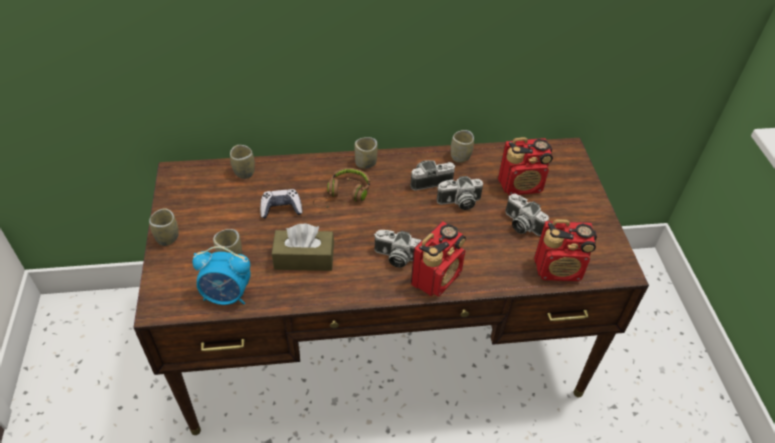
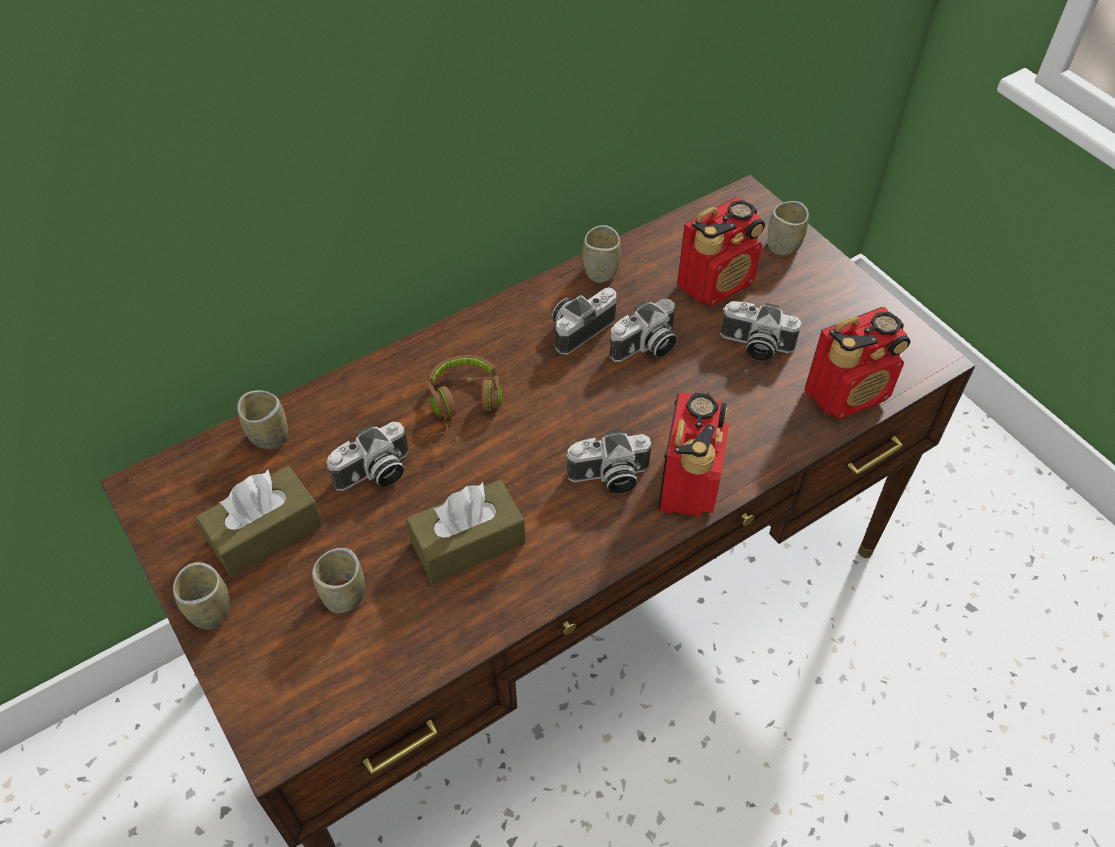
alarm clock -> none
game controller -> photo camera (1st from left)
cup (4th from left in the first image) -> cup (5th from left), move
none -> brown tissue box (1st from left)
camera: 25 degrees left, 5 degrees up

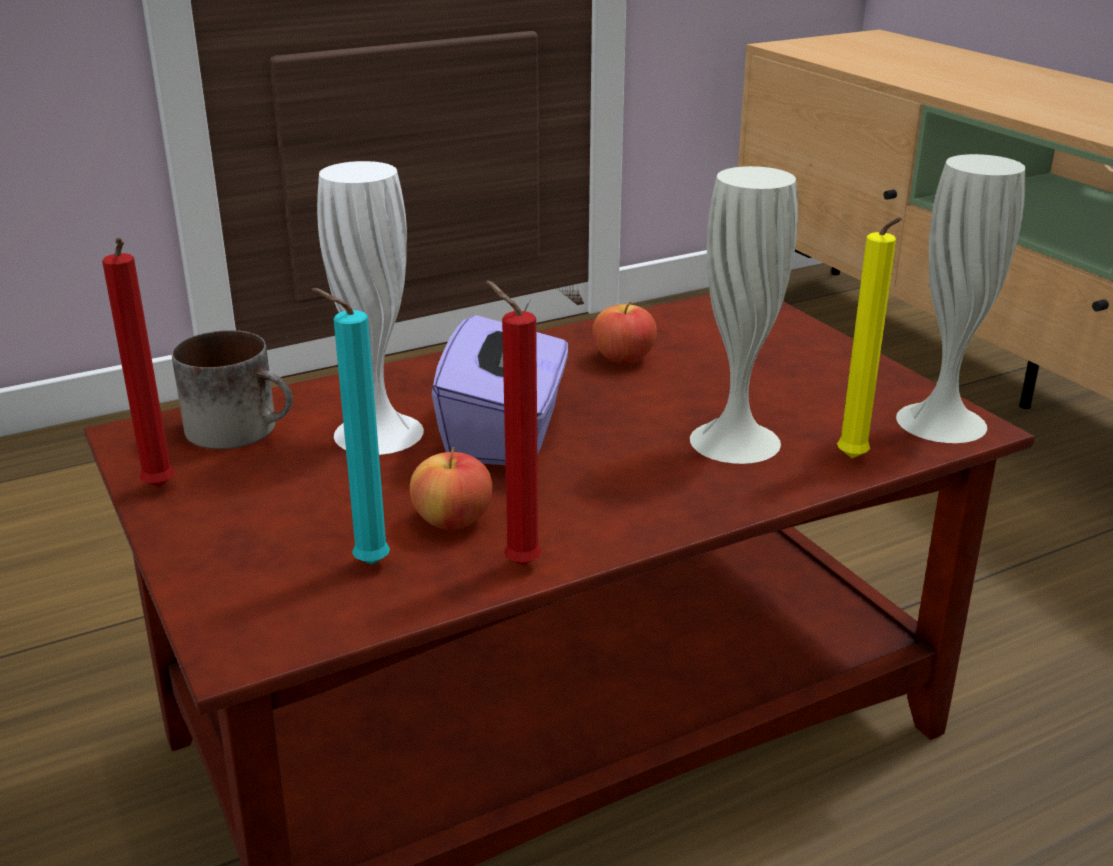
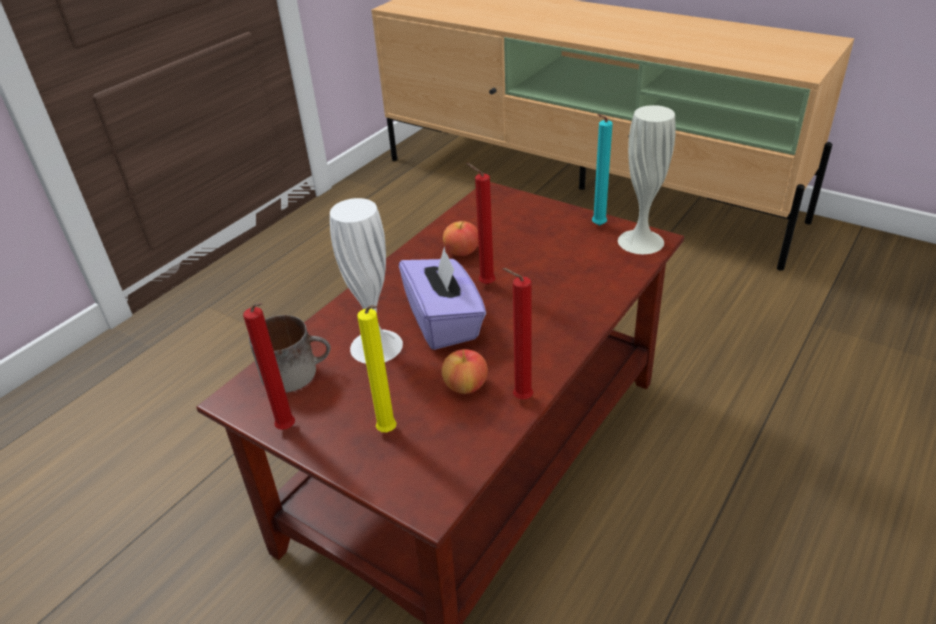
turquoise candle, move
white vase (2nd from left) -> none
yellow candle, move
none -> red candle (2nd from left)
camera: 25 degrees left, 10 degrees up

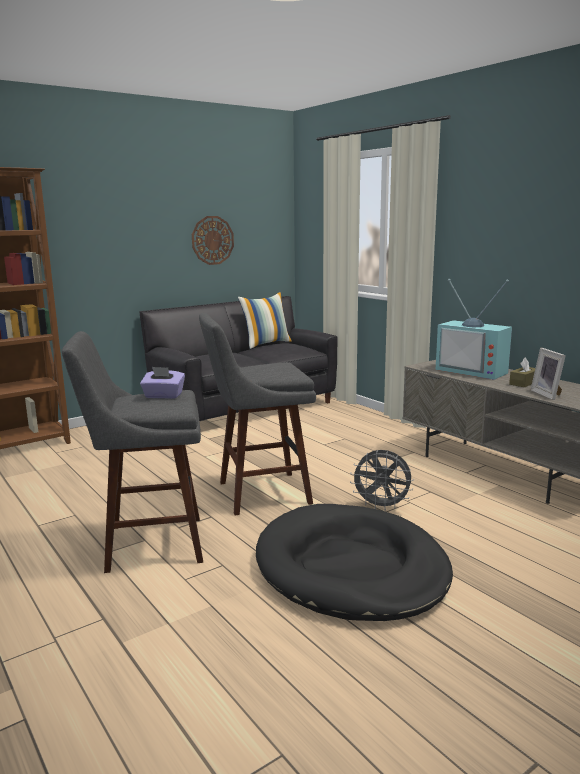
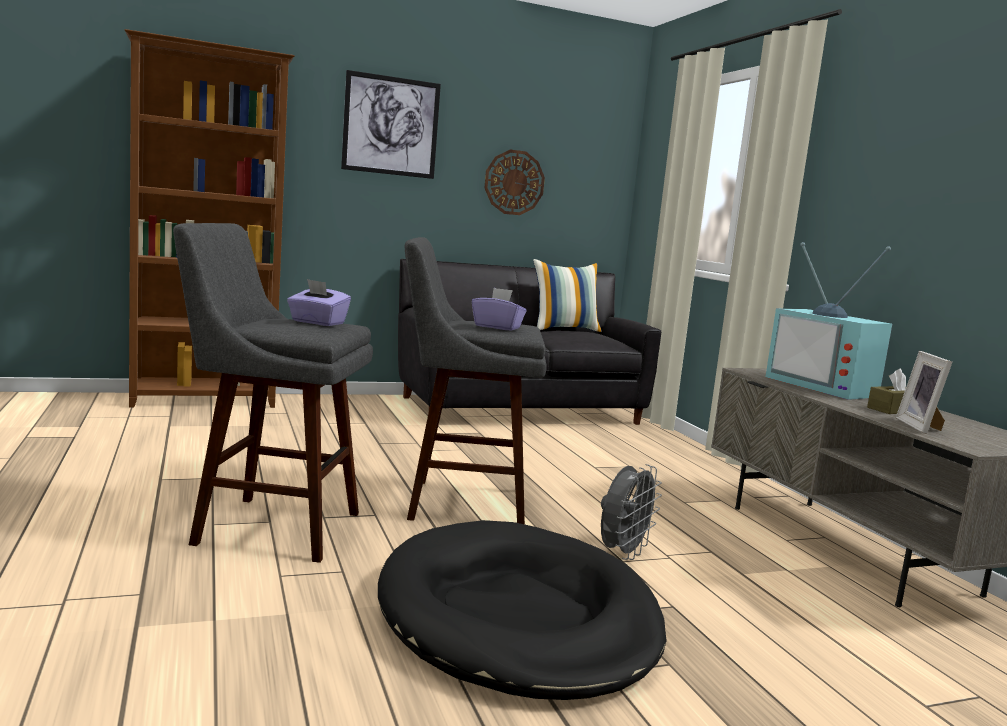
grey fan, 90 degrees counterclockwise
none -> picture
none -> purple tissue box (2nd from left)
camera: 15 degrees right, 5 degrees down

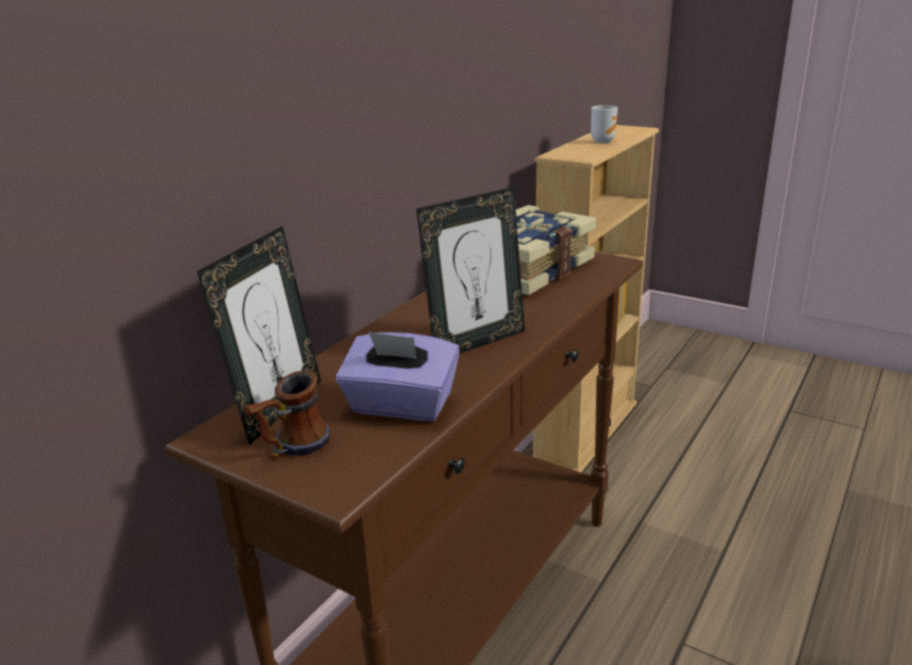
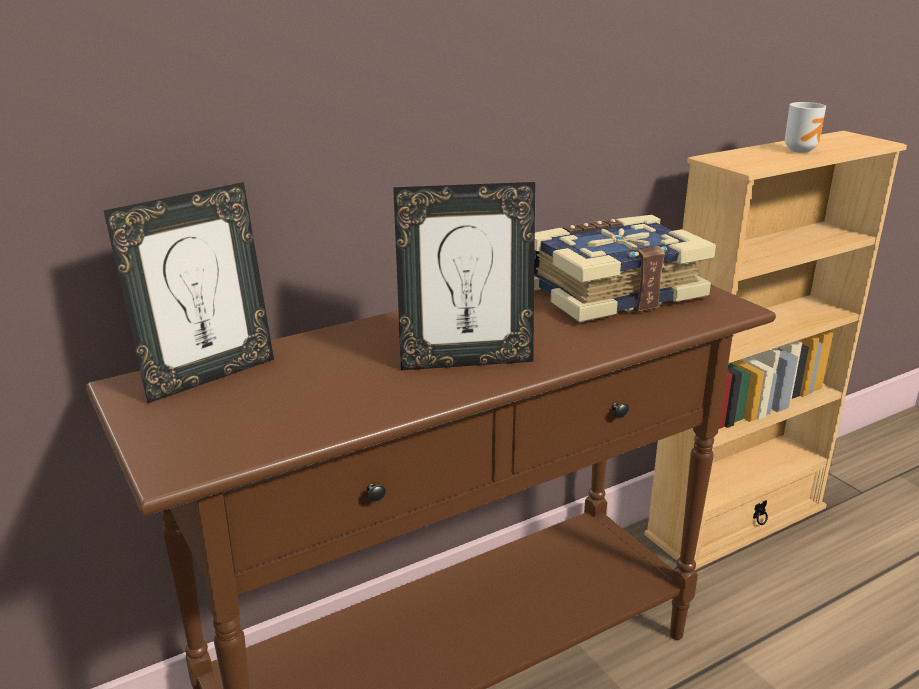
mug (1st from left) -> none
purple tissue box -> none
camera: 25 degrees right, 0 degrees up

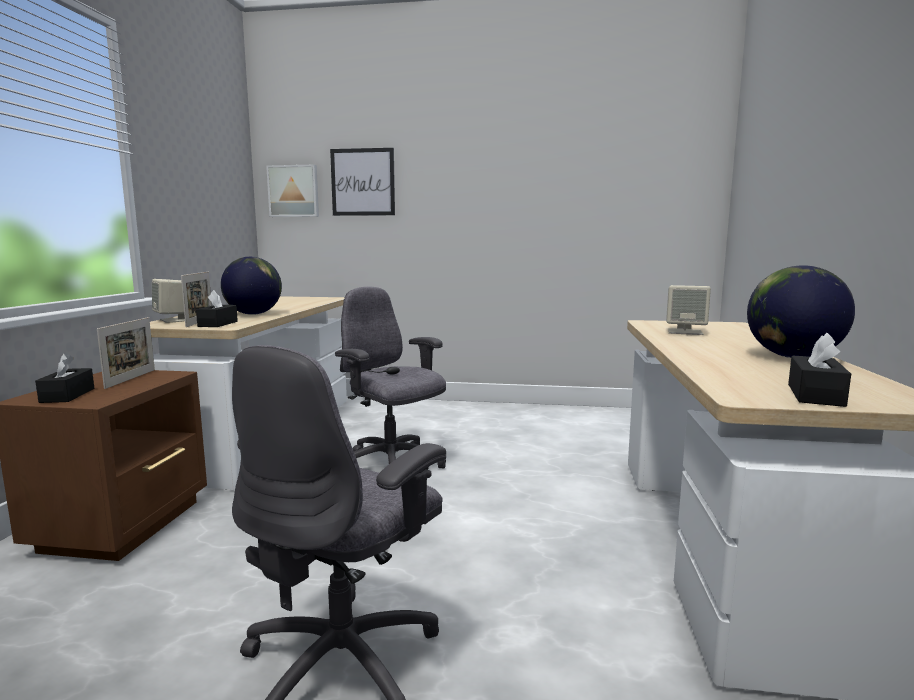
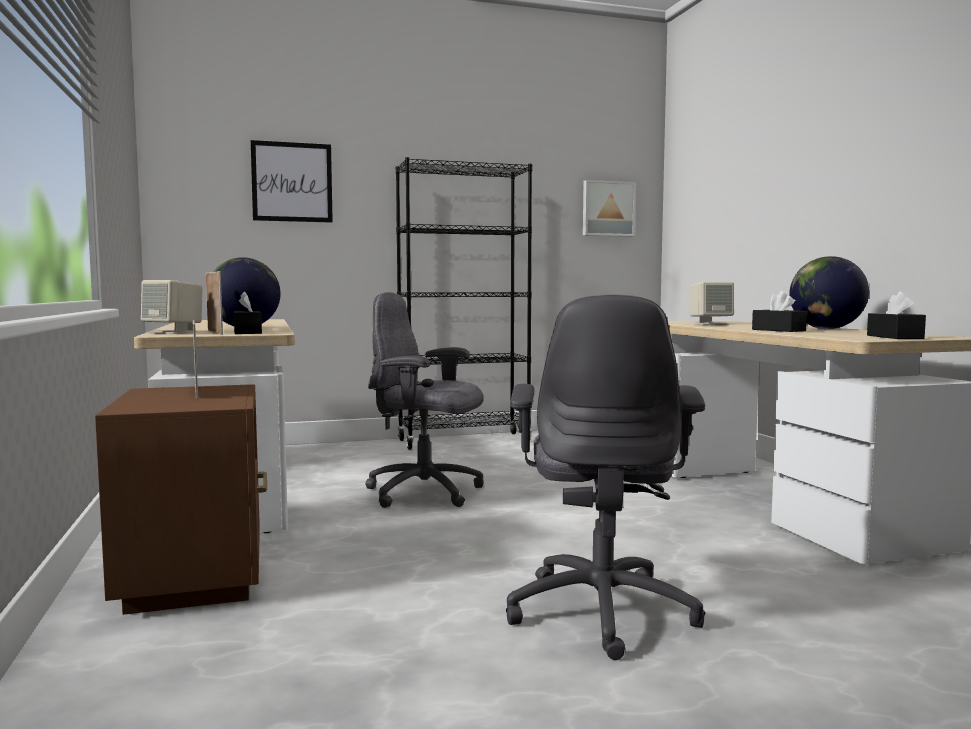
black tissue box (1st from left in the first image) -> black tissue box (2nd from left), move
picture (1st from left in the first image) -> picture (2nd from left), move
none -> black bookcase
camera: 25 degrees left, 5 degrees down

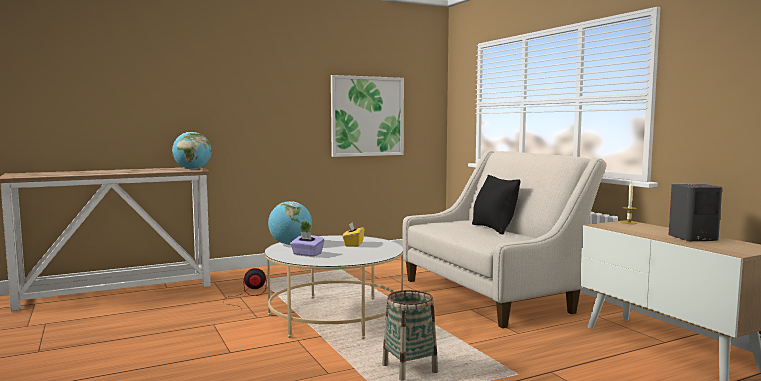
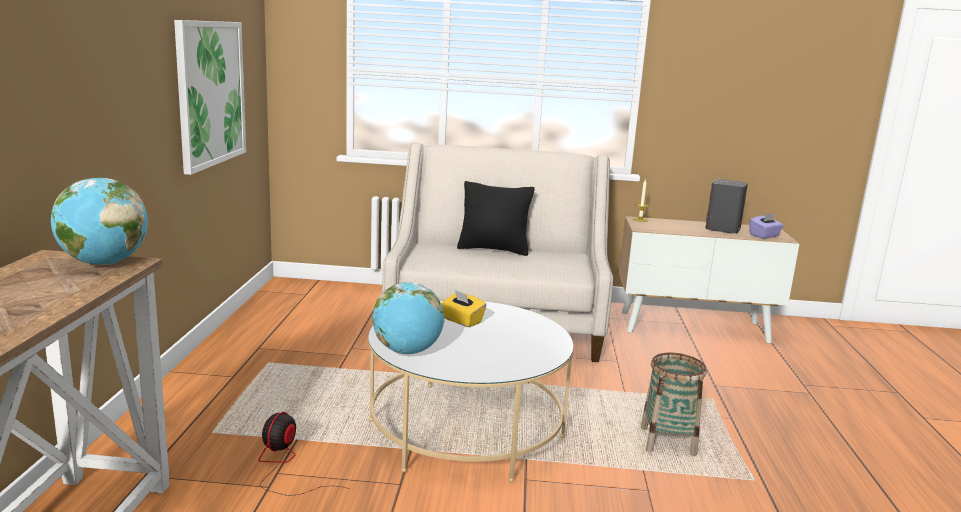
purple tissue box, move
camera: 60 degrees left, 10 degrees up

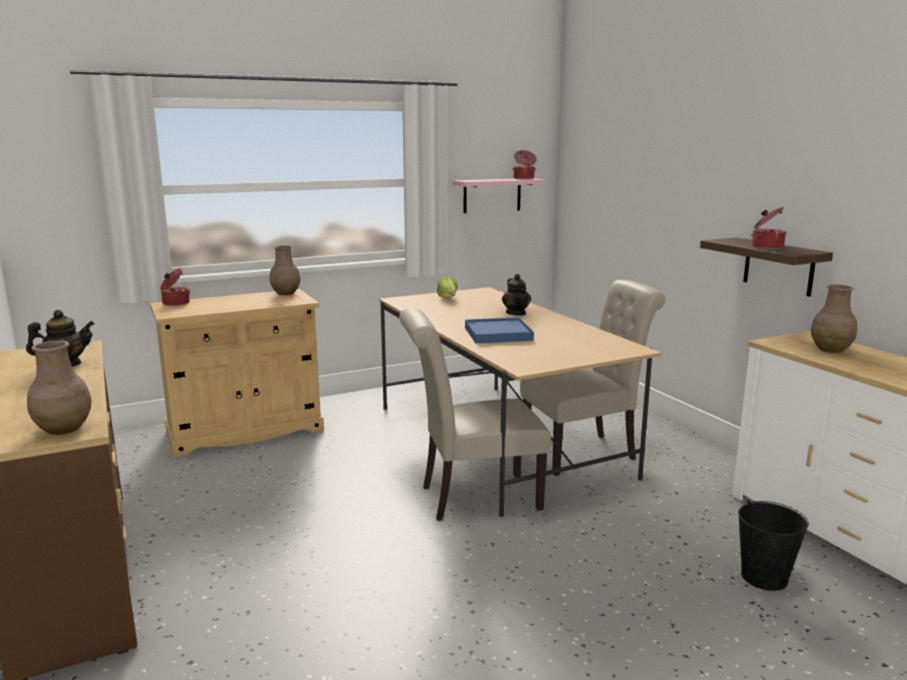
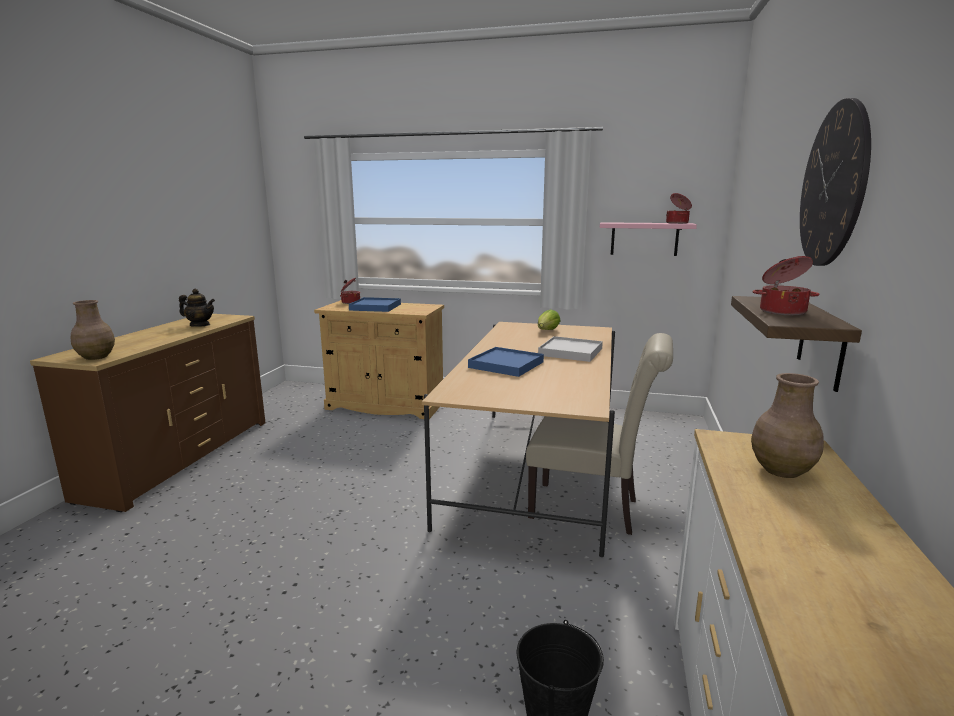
brown vase (2nd from left) -> none
beige chair (1st from left) -> none
teapot (2nd from left) -> white tray
none -> blue tray (1st from left)
none -> wall clock
camera: 40 degrees right, 0 degrees up

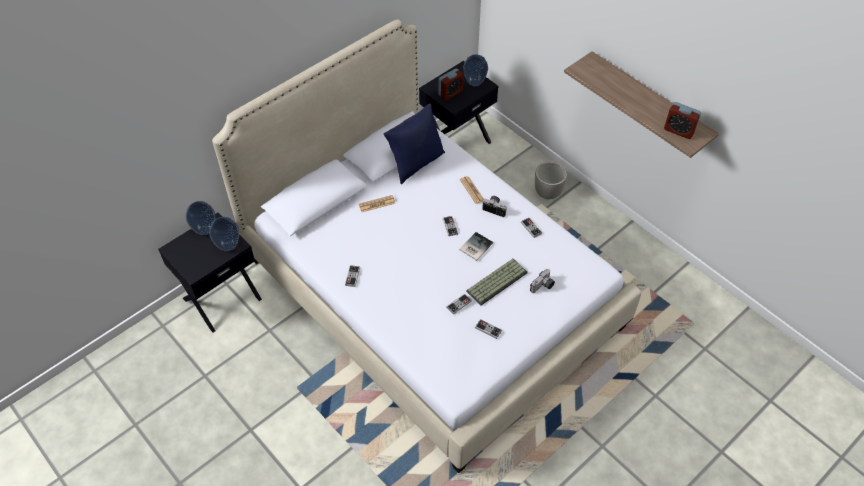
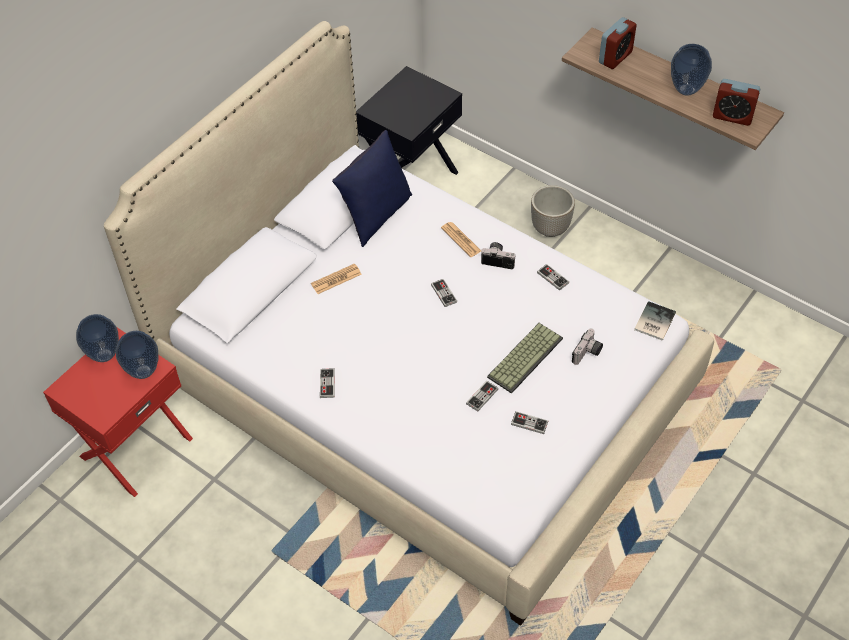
black nightstand (1st from left) -> red nightstand
alarm clock (1st from left), move
book, move
vase (3rd from left), move
camera: 10 degrees left, 0 degrees up

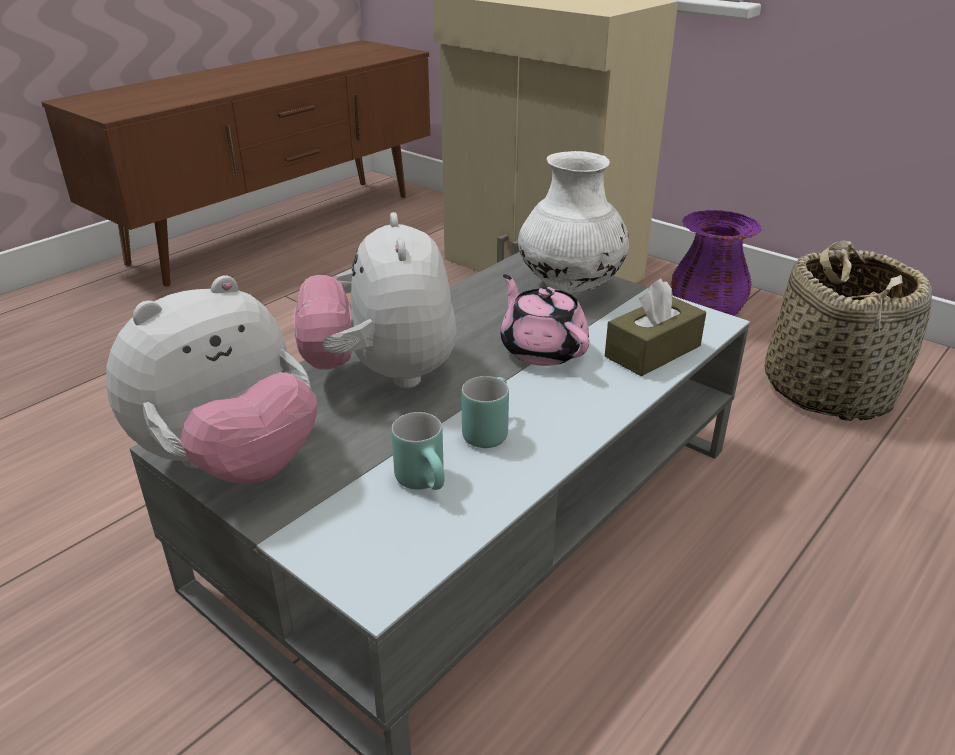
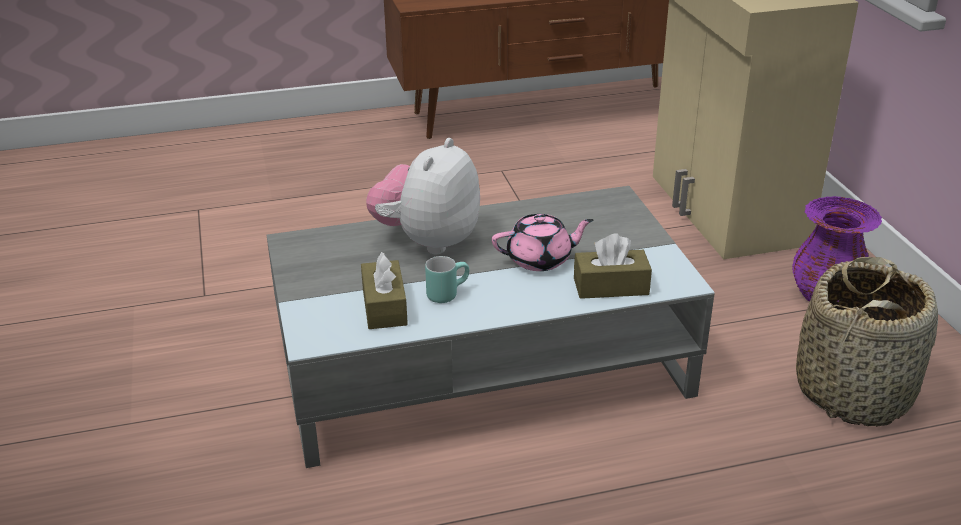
plush toy (1st from left) -> none
turquoise mug (1st from left) -> brown tissue box (1st from left)
pink teapot, 75 degrees clockwise
white vase -> none
camera: 35 degrees right, 0 degrees up

